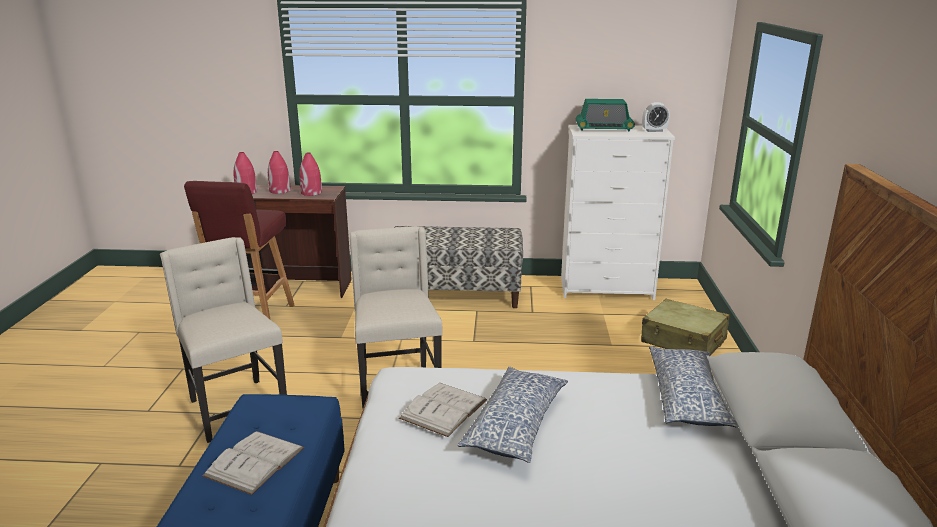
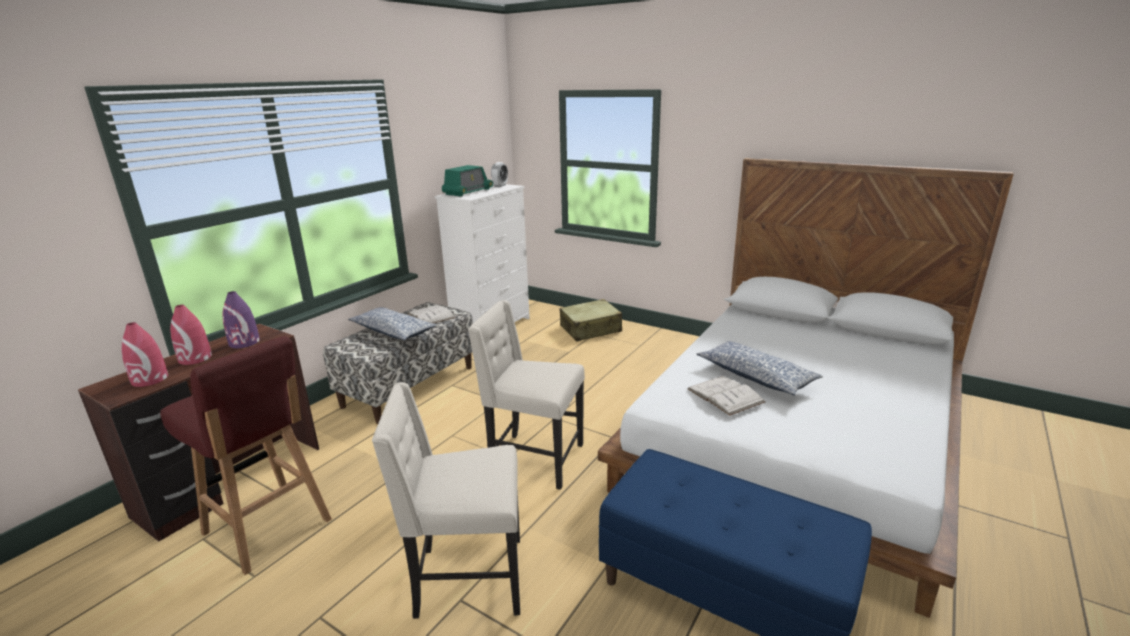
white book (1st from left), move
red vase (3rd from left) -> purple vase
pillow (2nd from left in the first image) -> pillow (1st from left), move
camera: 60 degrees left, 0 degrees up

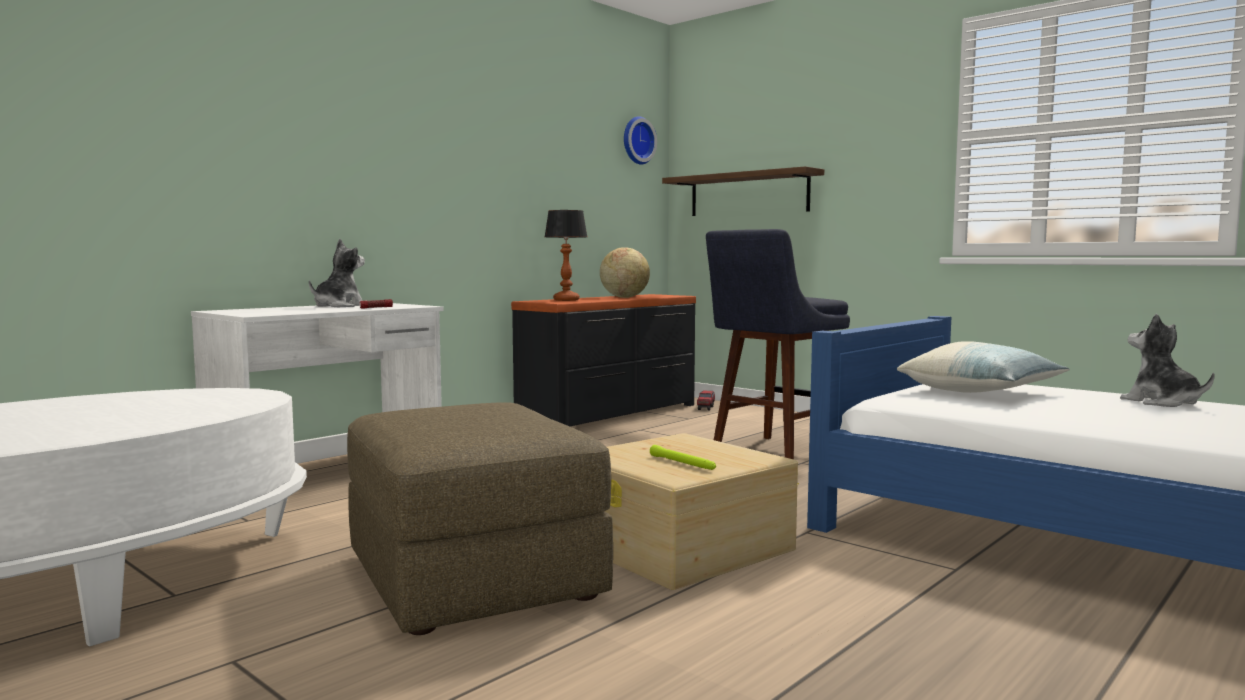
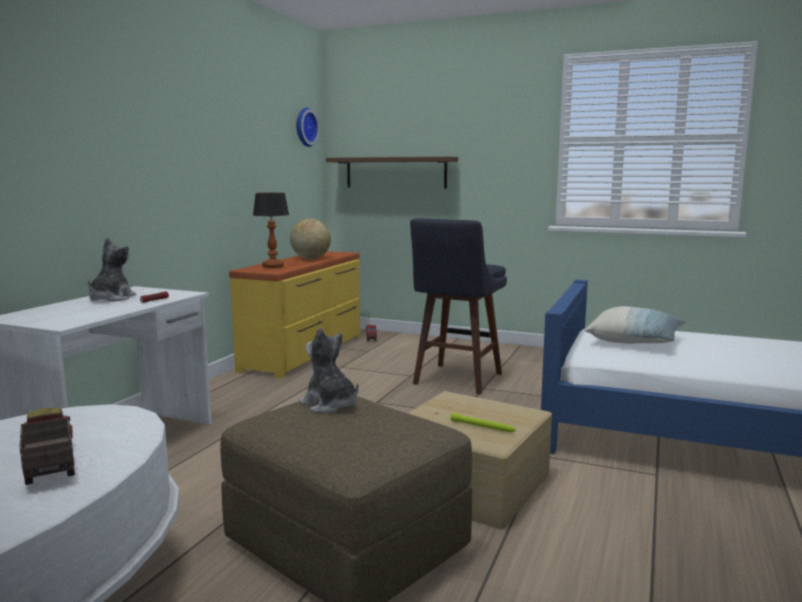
black dresser -> yellow dresser
plush toy (2nd from left), move
none -> toy truck (1st from left)
camera: 20 degrees left, 5 degrees up

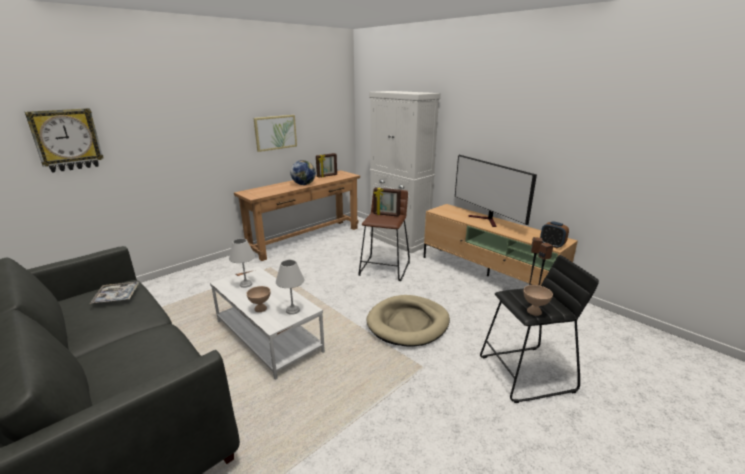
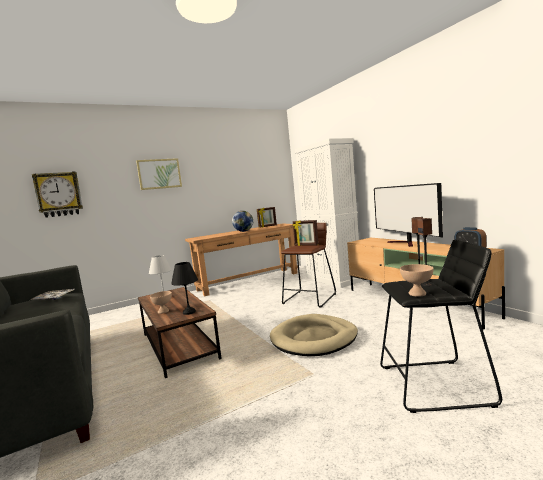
white coffee table -> brown coffee table
picture, move
white table lamp (2nd from left) -> black table lamp
camera: 15 degrees right, 15 degrees down

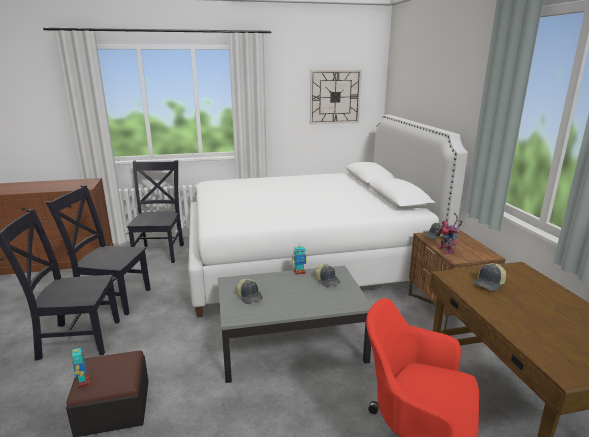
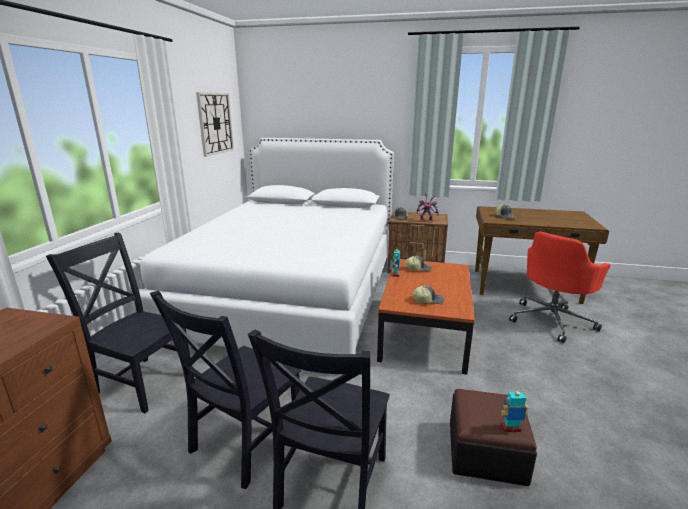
grey coffee table -> brown coffee table
camera: 65 degrees left, 0 degrees up

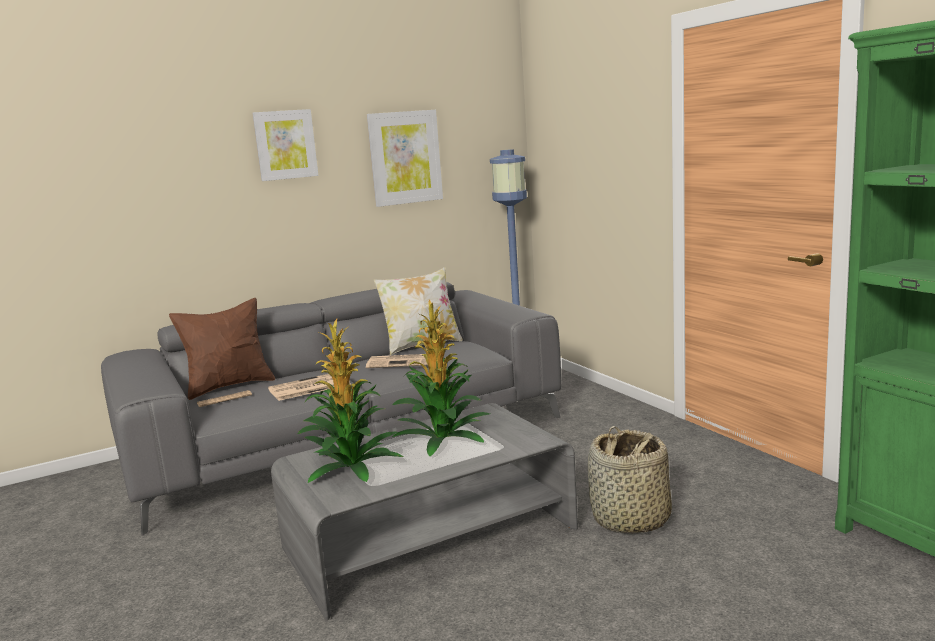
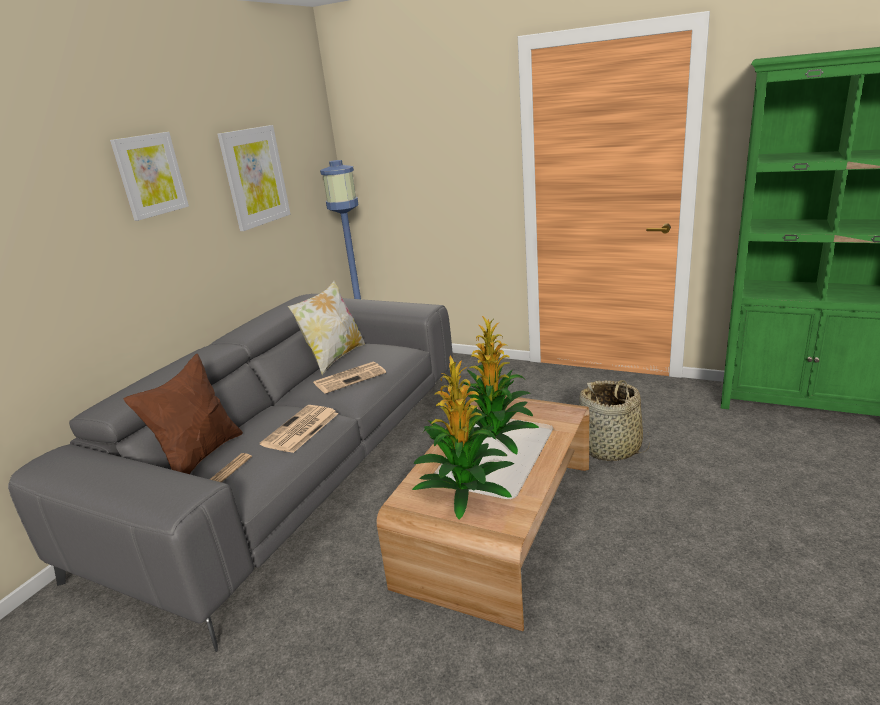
grey coffee table -> brown coffee table
camera: 35 degrees left, 10 degrees up

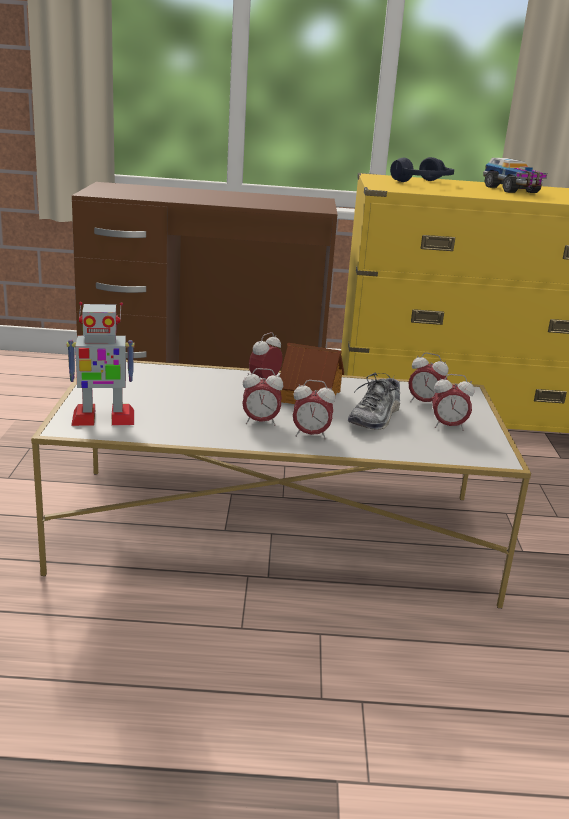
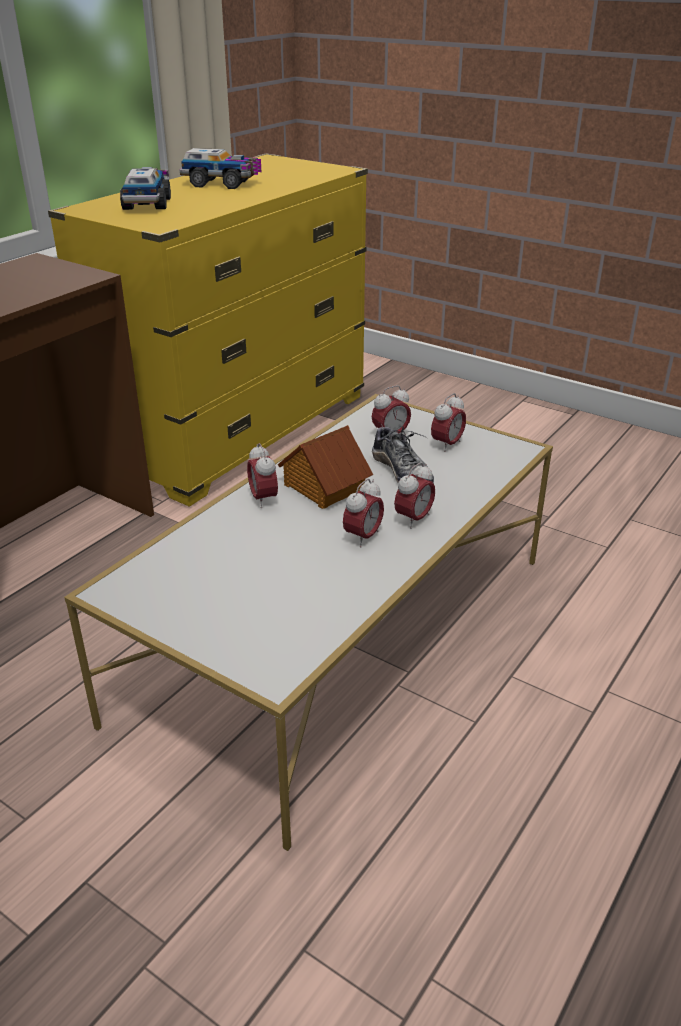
toy robot -> none
blue headphones -> toy truck (1st from left)
camera: 55 degrees left, 10 degrees up

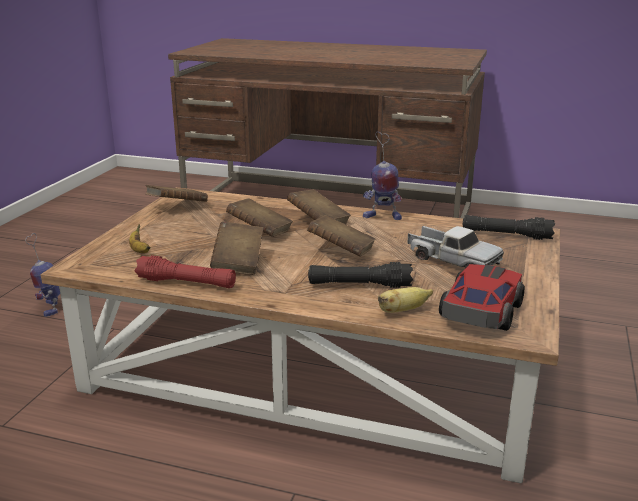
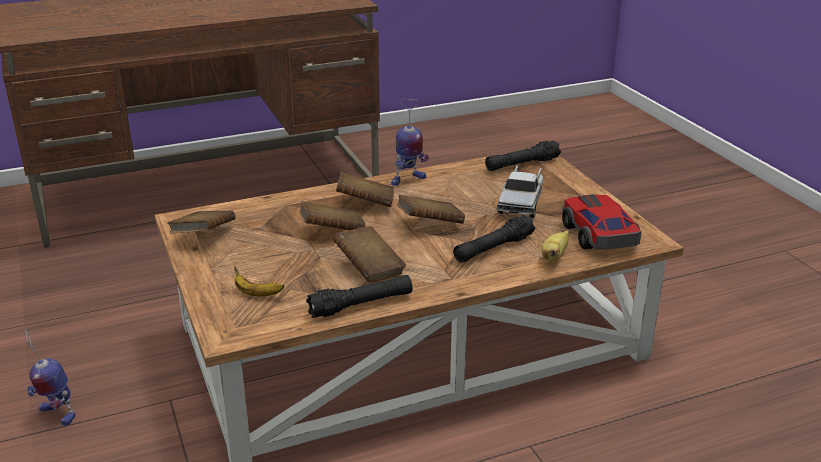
red flashlight -> black flashlight (1st from left)
toy truck, 105 degrees clockwise
camera: 40 degrees left, 5 degrees up

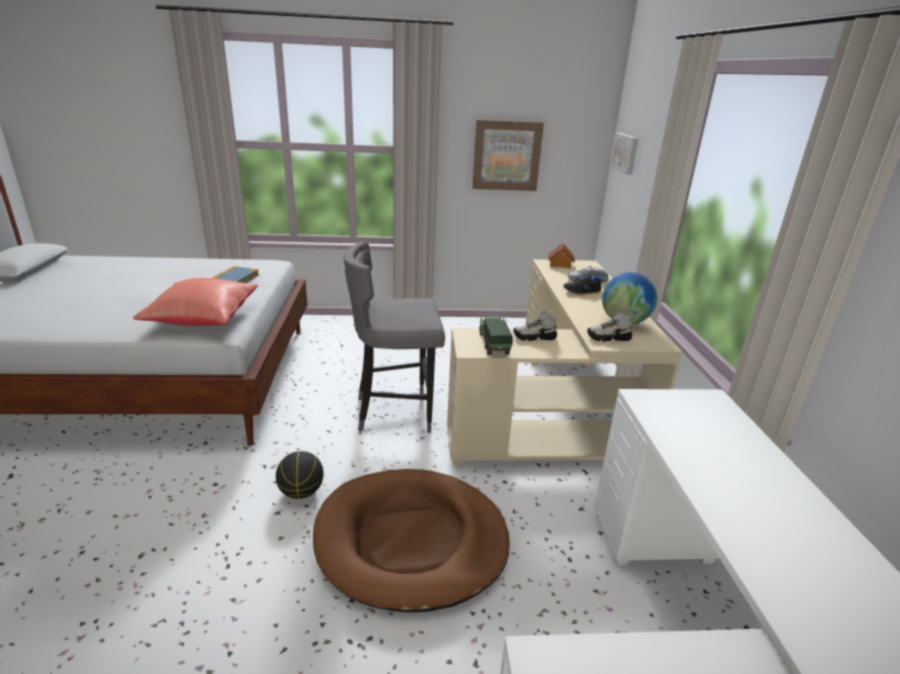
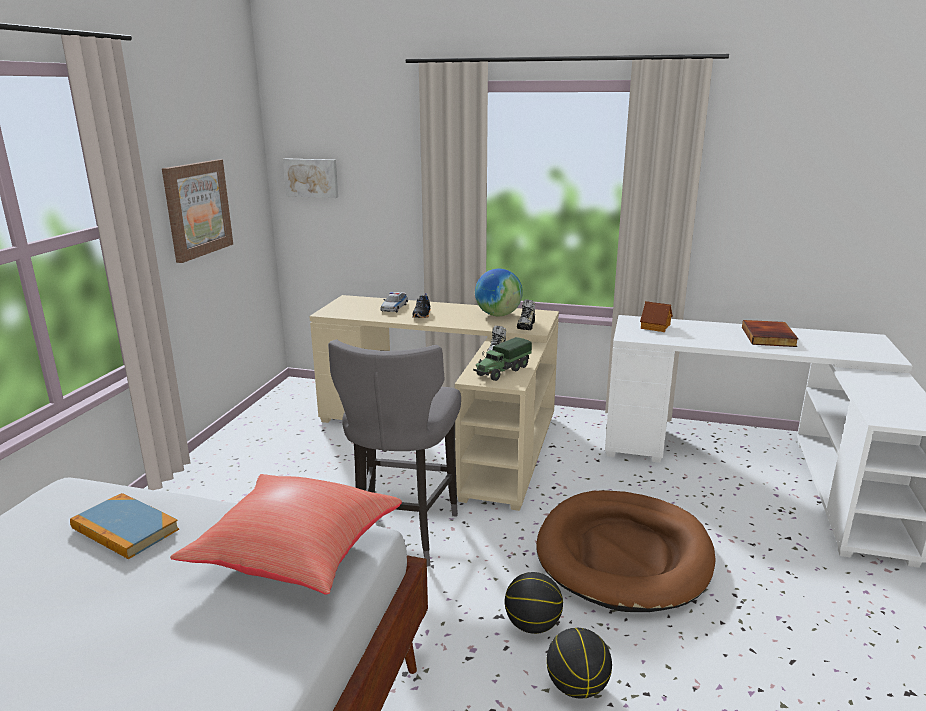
toy truck, 60 degrees counterclockwise
toy house, move
none -> basketball (2nd from left)
none -> book (2nd from left)
camera: 70 degrees left, 5 degrees down

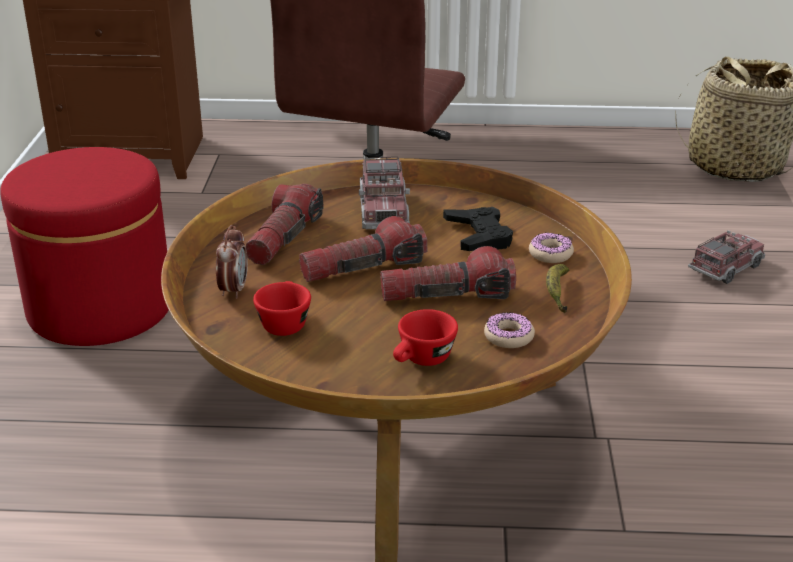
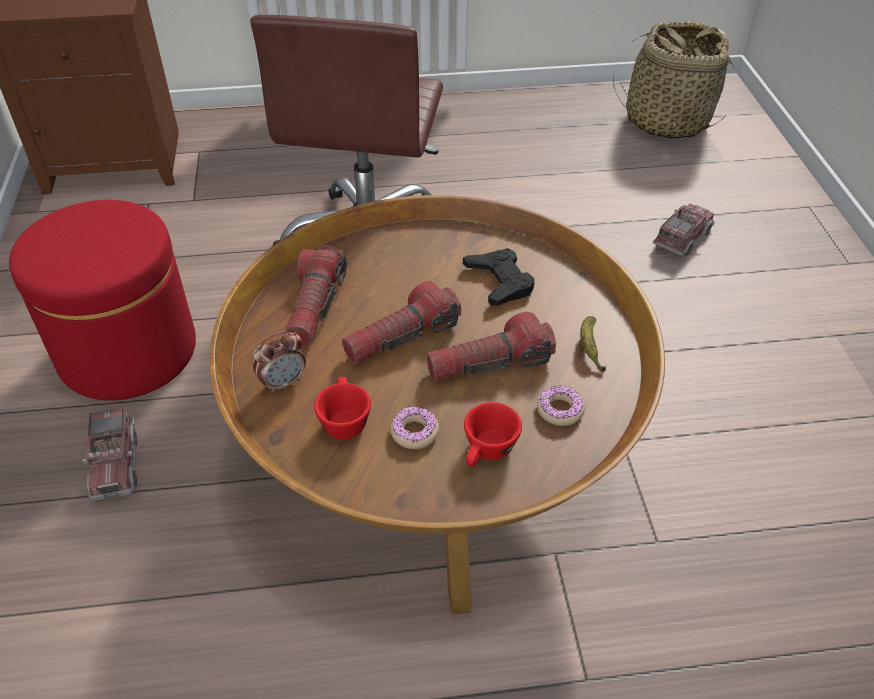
alarm clock, 60 degrees clockwise
toy truck (1st from left), move
donut (2nd from left in the first image) -> donut (1st from left), move
camera: 10 degrees left, 15 degrees up

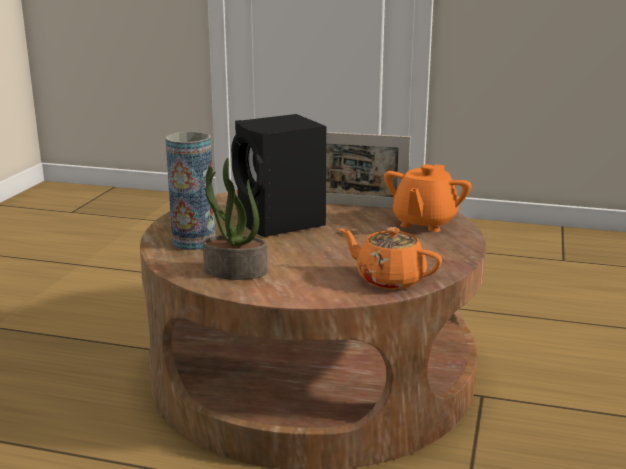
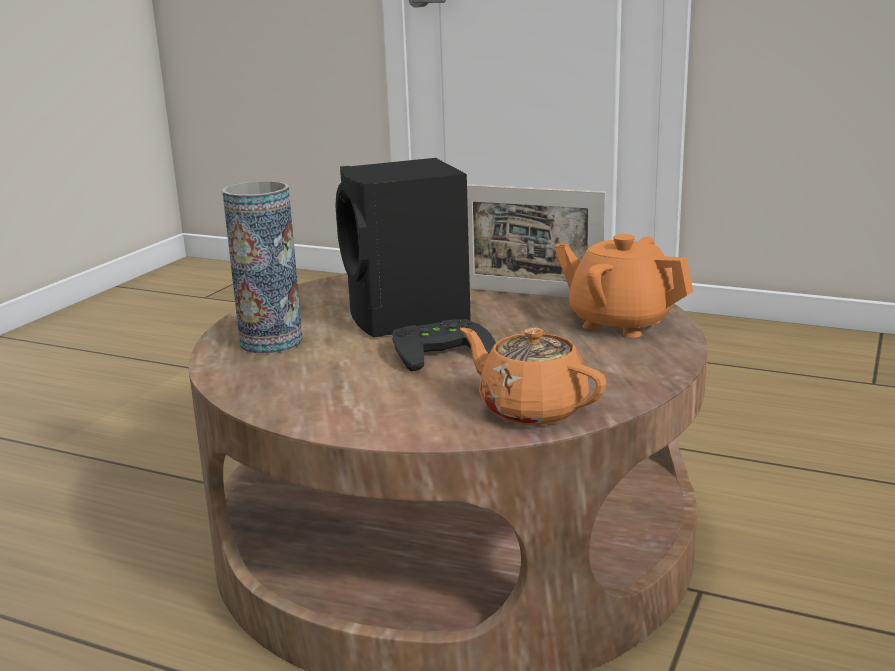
potted plant -> none
orange teapot (2nd from left), 90 degrees clockwise
none -> black game controller
camera: 10 degrees right, 0 degrees up

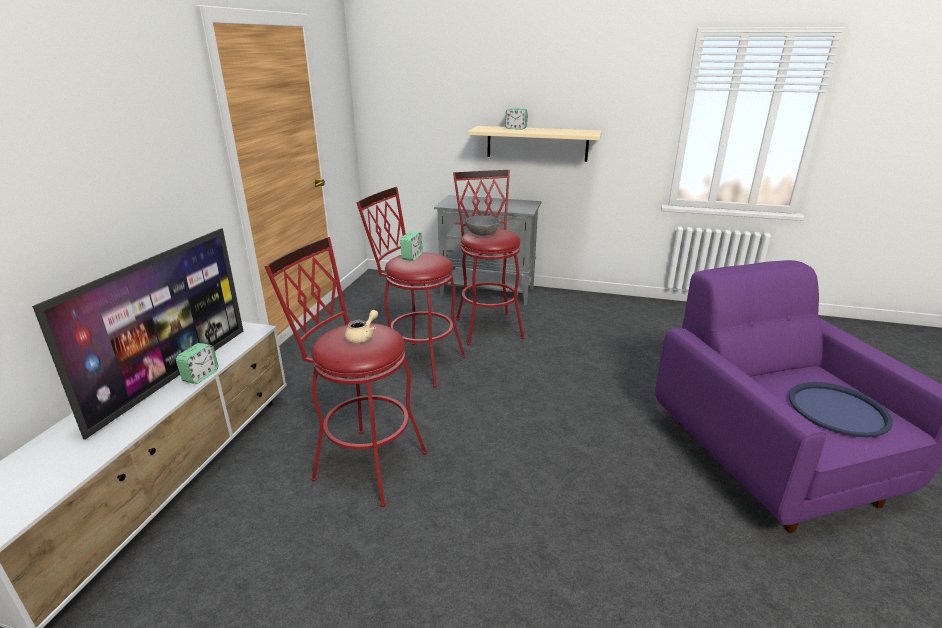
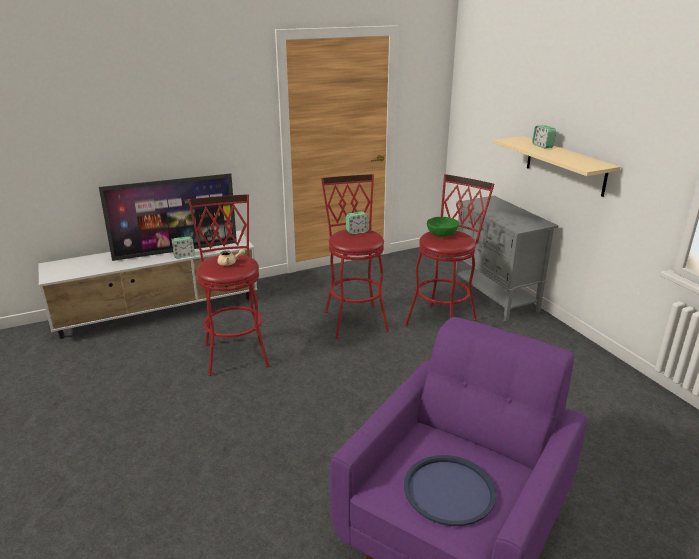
grey bowl -> green bowl
camera: 50 degrees right, 0 degrees up

